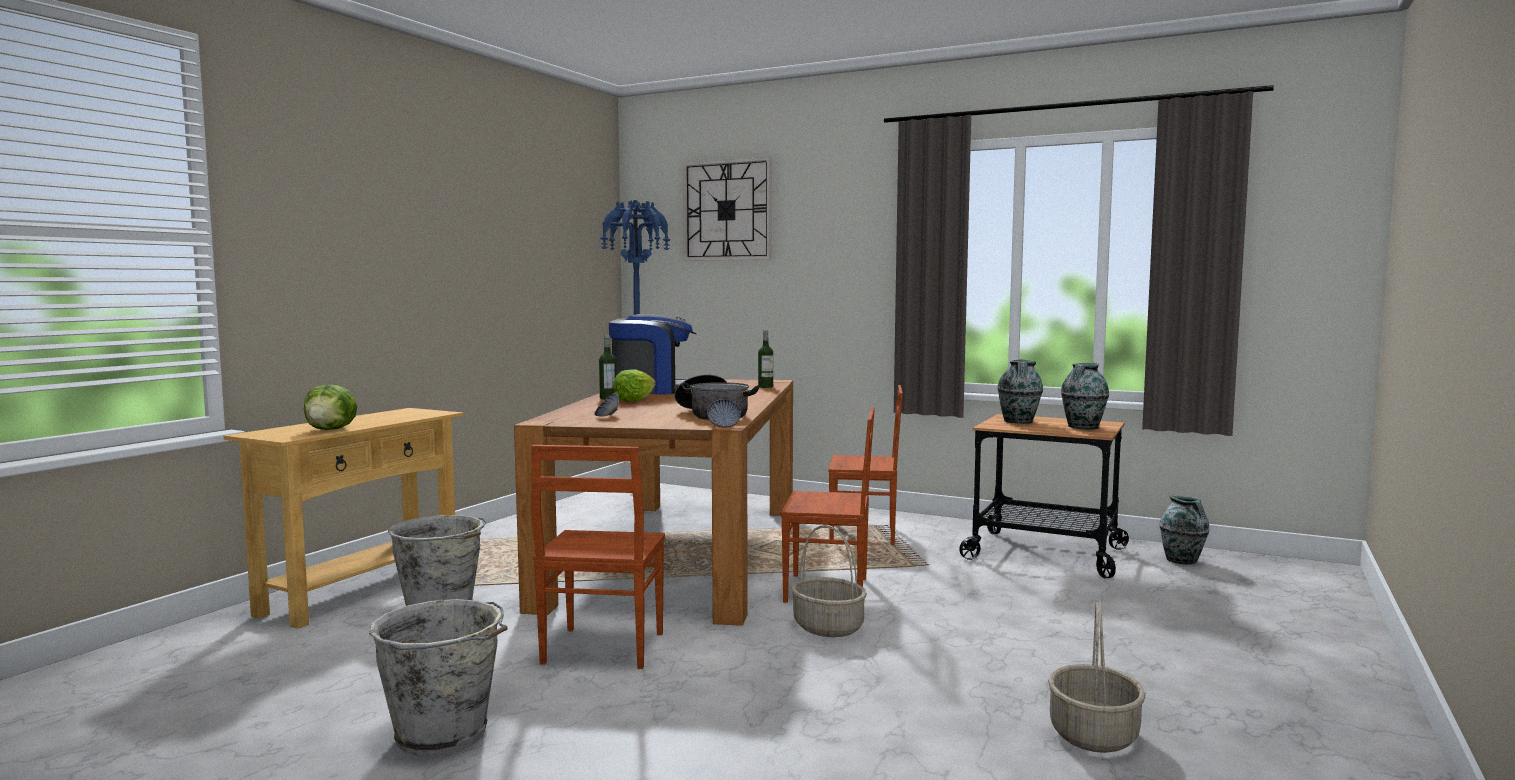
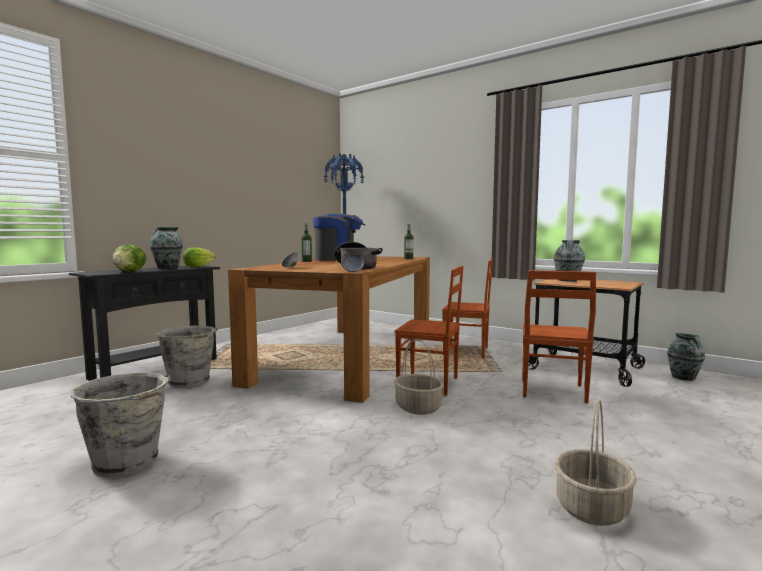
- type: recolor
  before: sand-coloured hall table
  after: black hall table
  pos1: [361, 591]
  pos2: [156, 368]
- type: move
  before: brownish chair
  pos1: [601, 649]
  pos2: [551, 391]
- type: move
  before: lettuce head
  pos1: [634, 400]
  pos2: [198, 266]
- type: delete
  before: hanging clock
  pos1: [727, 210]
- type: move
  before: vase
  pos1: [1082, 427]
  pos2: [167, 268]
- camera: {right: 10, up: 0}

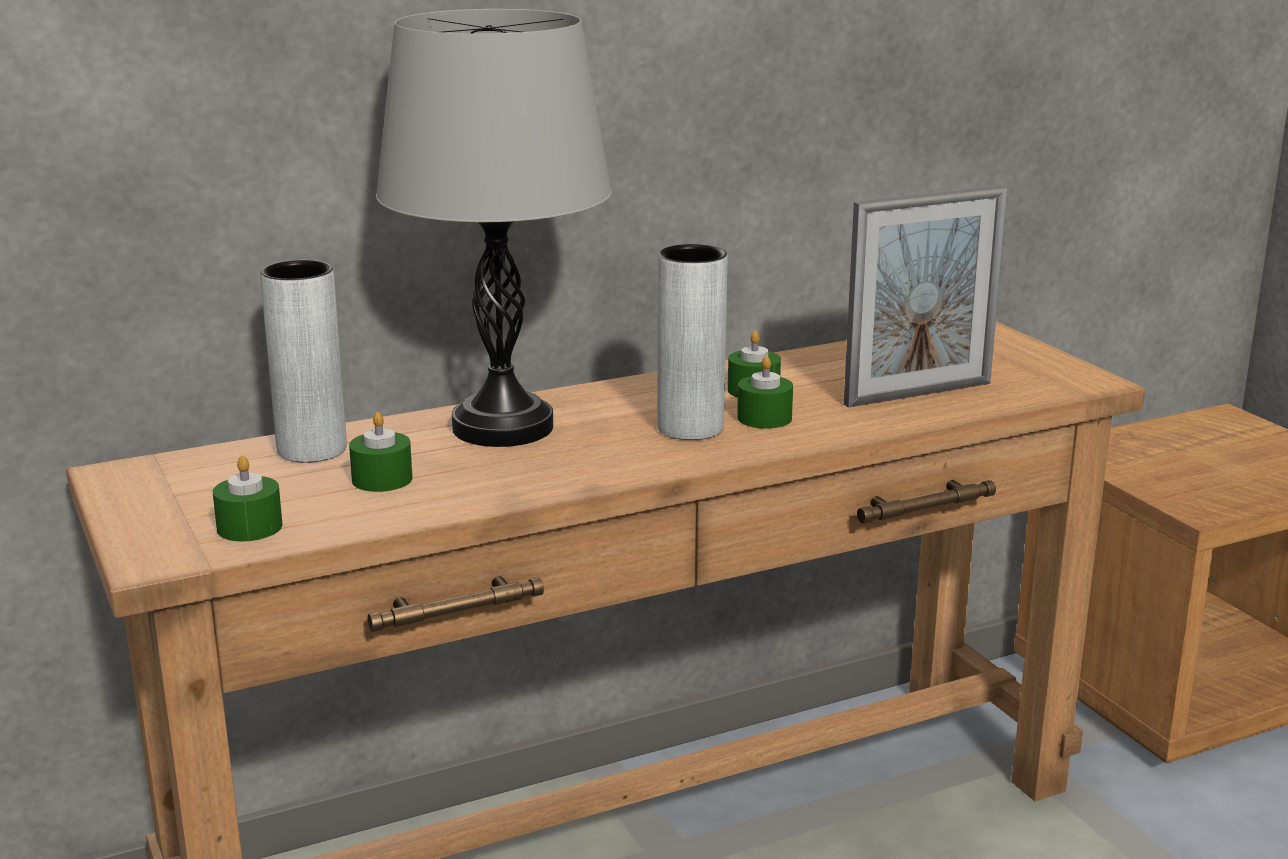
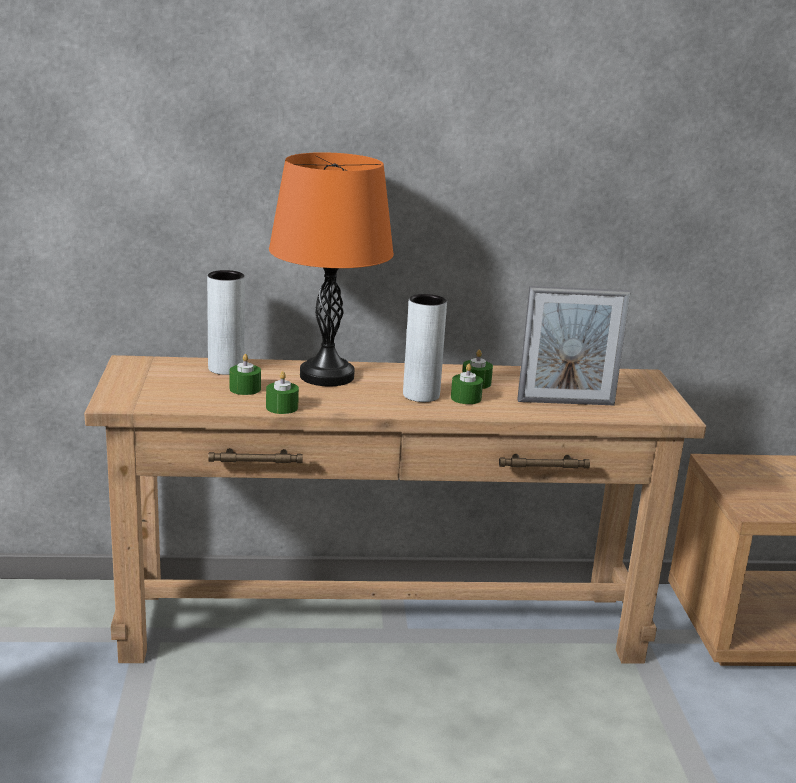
- type: move
  before: green wax candle
  pos1: [249, 527]
  pos2: [282, 407]
- type: recolor
  before: grey table lamp
  after: orange-coloured table lamp
  pos1: [503, 427]
  pos2: [327, 376]
- camera: {right: 20, up: 0}

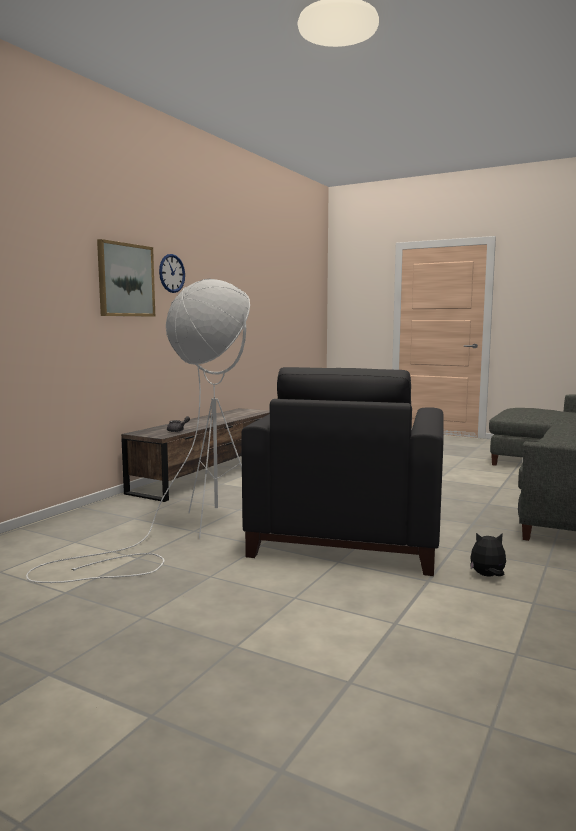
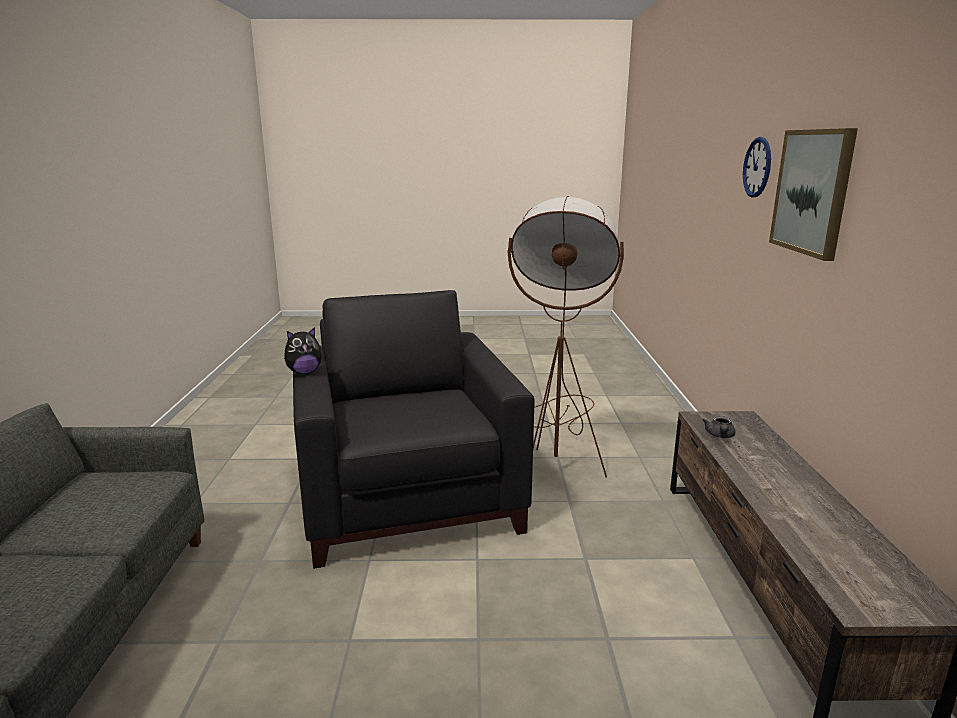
- type: recolor
  before: white-coloured floor lamp
  after: brownish floor lamp
  pos1: [188, 533]
  pos2: [557, 453]
- type: move
  before: hanging clock
  pos1: [171, 273]
  pos2: [757, 167]
- type: move
  before: soft toy
  pos1: [487, 576]
  pos2: [304, 372]
- camera: {right: 150, up: 10}

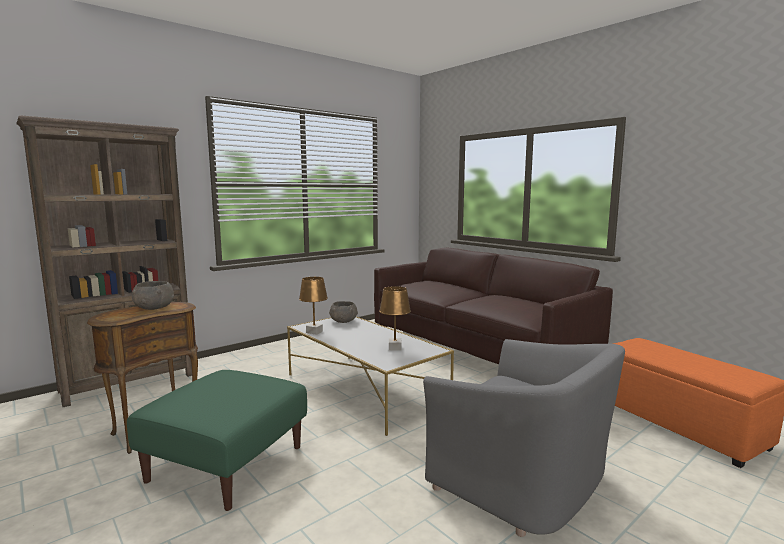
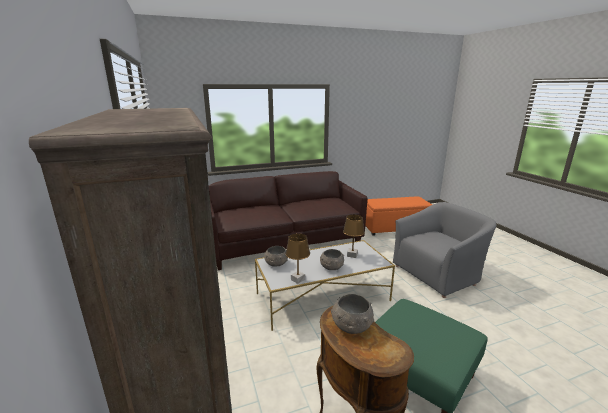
- type: insert
  after: grey bowl
  pos2: [331, 267]
- camera: {right: -70, up: 10}

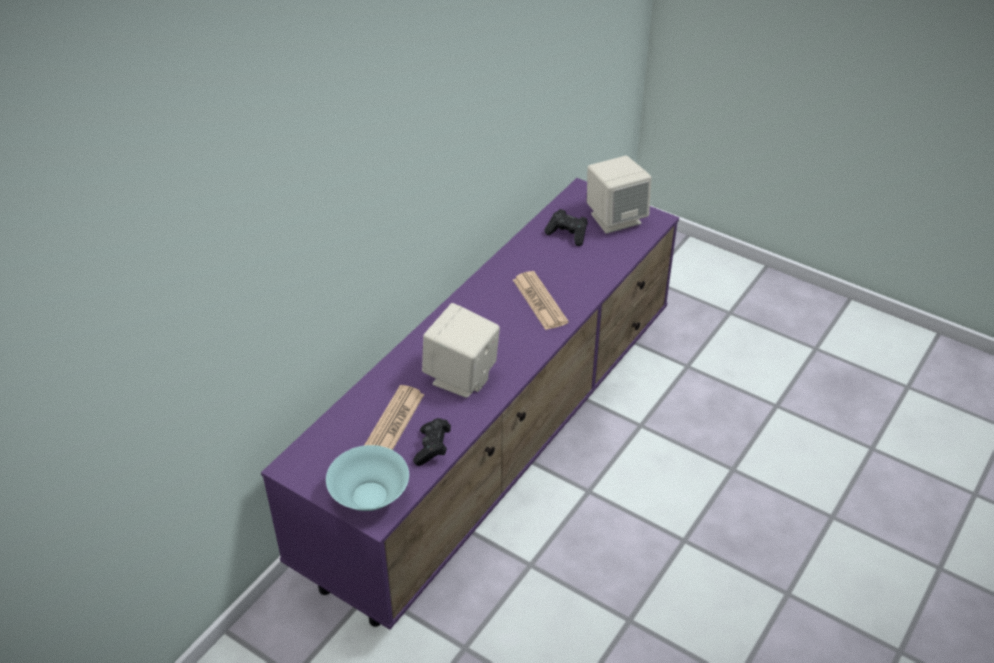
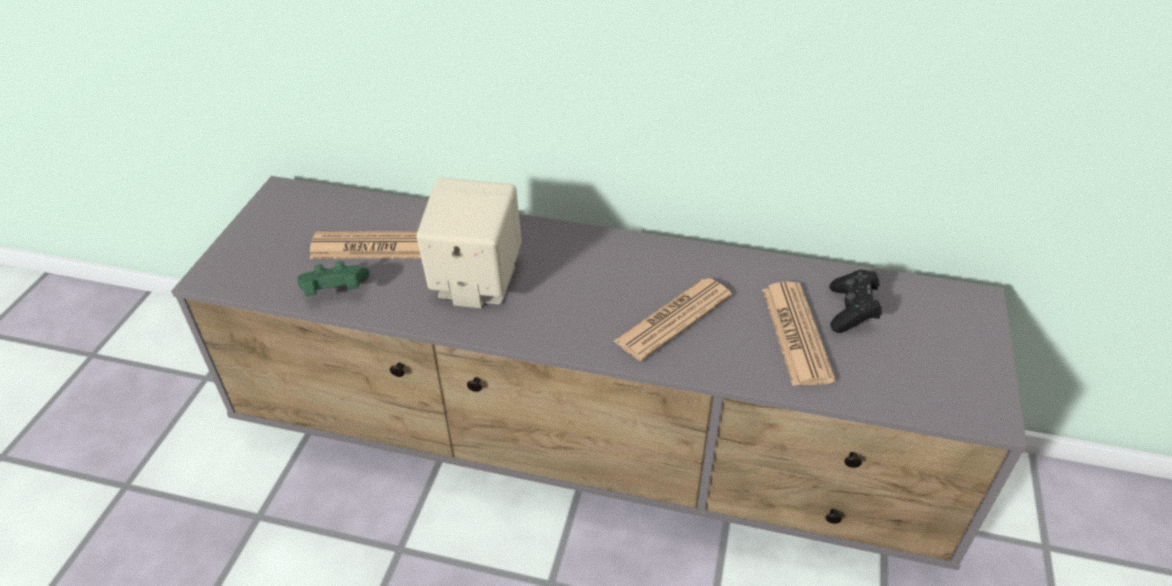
- type: recolor
  before: purplish media console
  after: grey media console
  pos1: [498, 444]
  pos2: [591, 451]
- type: delete
  before: turquoise-coloured bowl
  pos1: [369, 495]
- type: recolor
  before: black joypad
  after: green joypad
  pos1: [432, 448]
  pos2: [335, 291]
- type: delete
  before: sand-coloured audio speaker
  pos1: [615, 218]
- type: insert
  after: newspaper
  pos2: [796, 334]
- camera: {right: 70, up: 0}

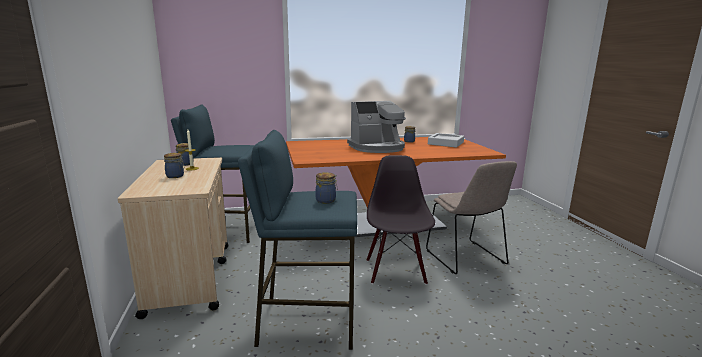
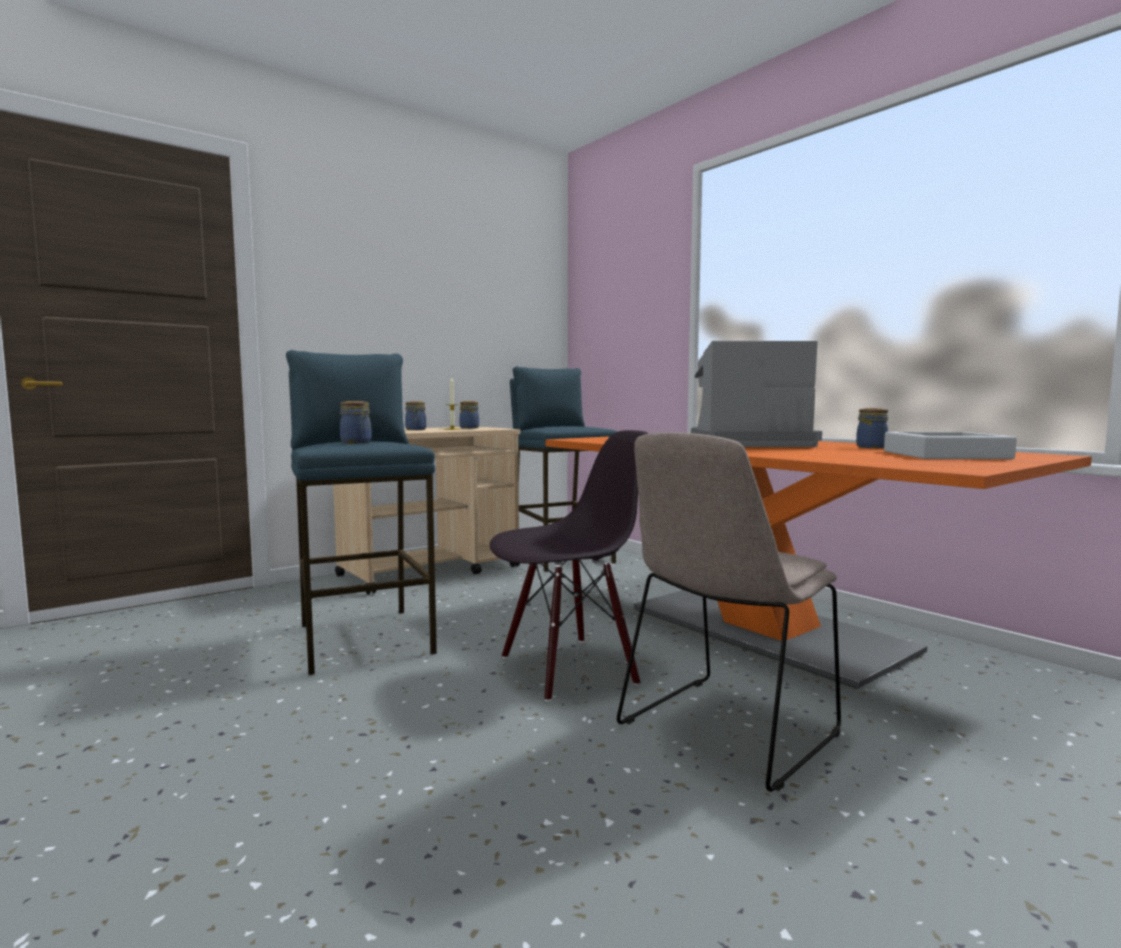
- type: rotate
  before: coffee maker
  pos1: [377, 147]
  pos2: [748, 444]
  turn: 135
- camera: {right: 65, up: -10}

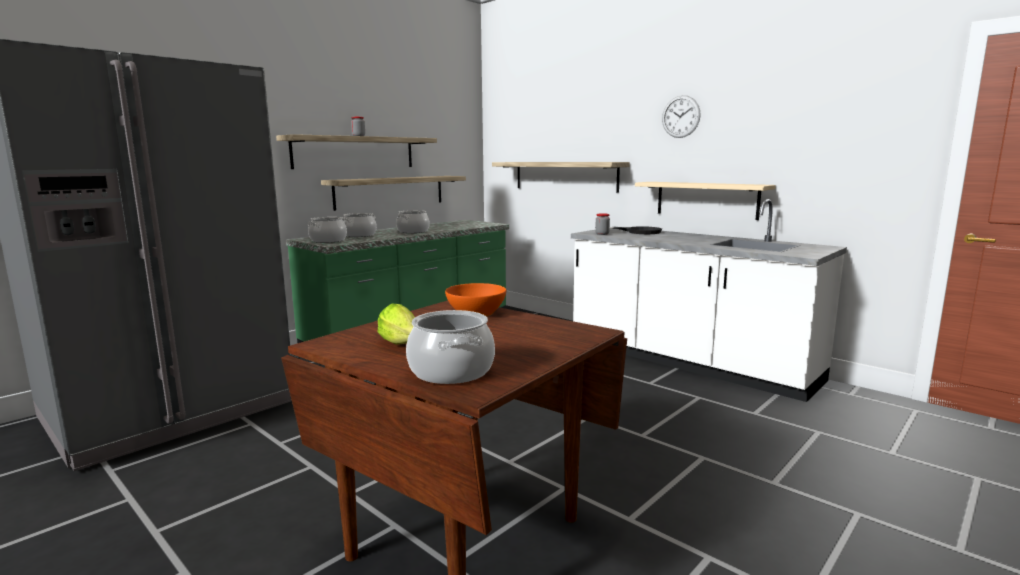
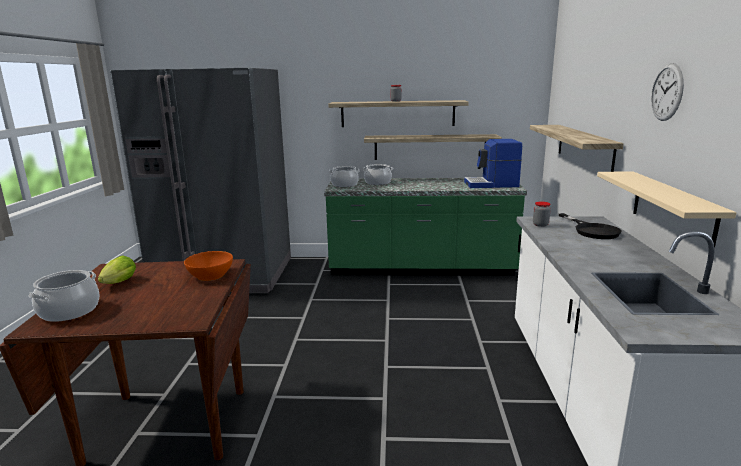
- type: delete
  before: stockpot
  pos1: [413, 231]
- type: insert
  after: coffee maker
  pos2: [491, 185]
- camera: {right: 50, up: 5}

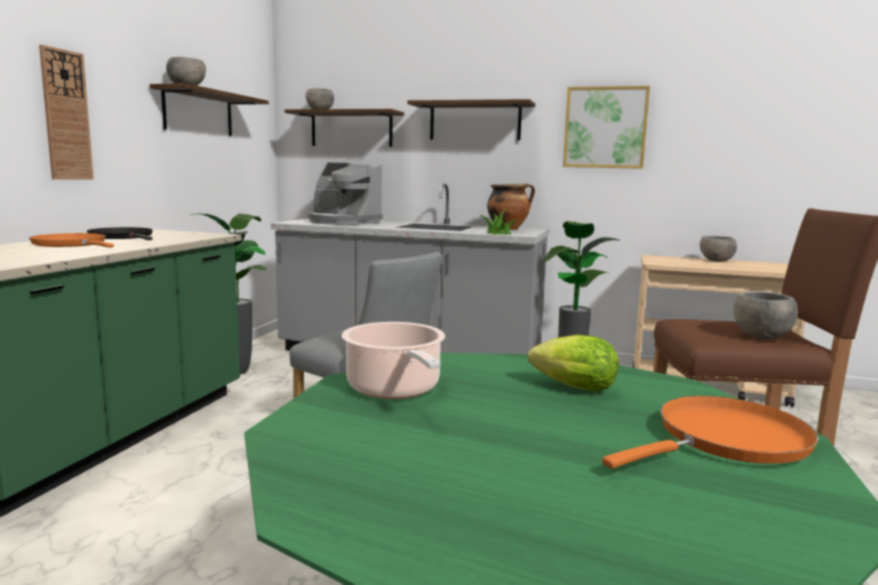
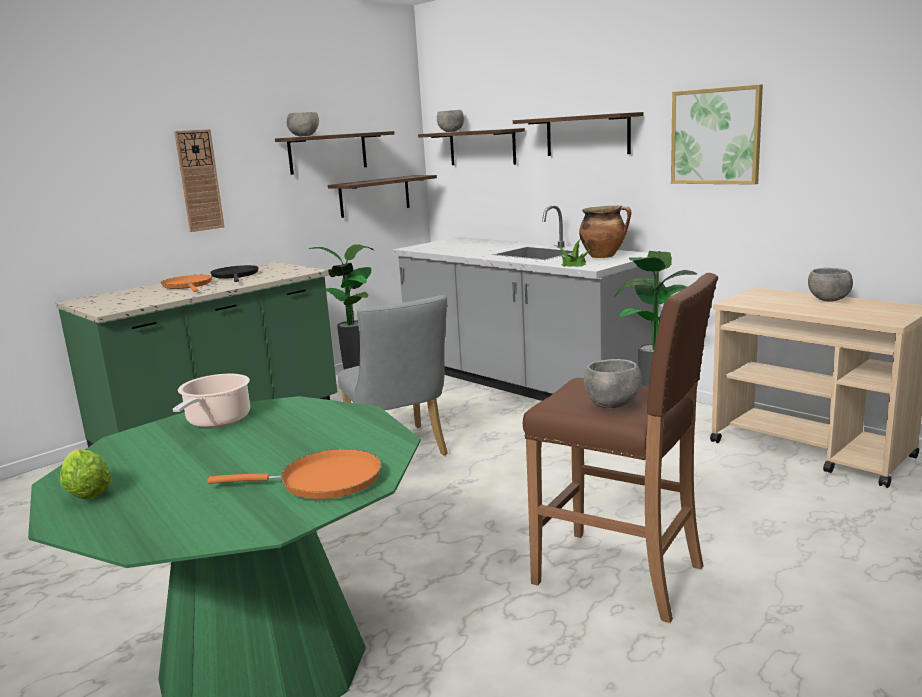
- type: delete
  before: coffee maker
  pos1: [343, 222]
- type: move
  before: lettuce head
  pos1: [569, 387]
  pos2: [86, 491]
- type: insert
  after: shelf
  pos2: [374, 196]
- camera: {right: 30, up: 5}

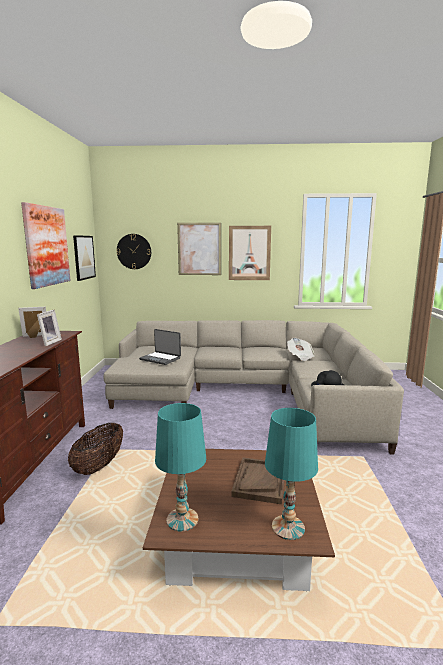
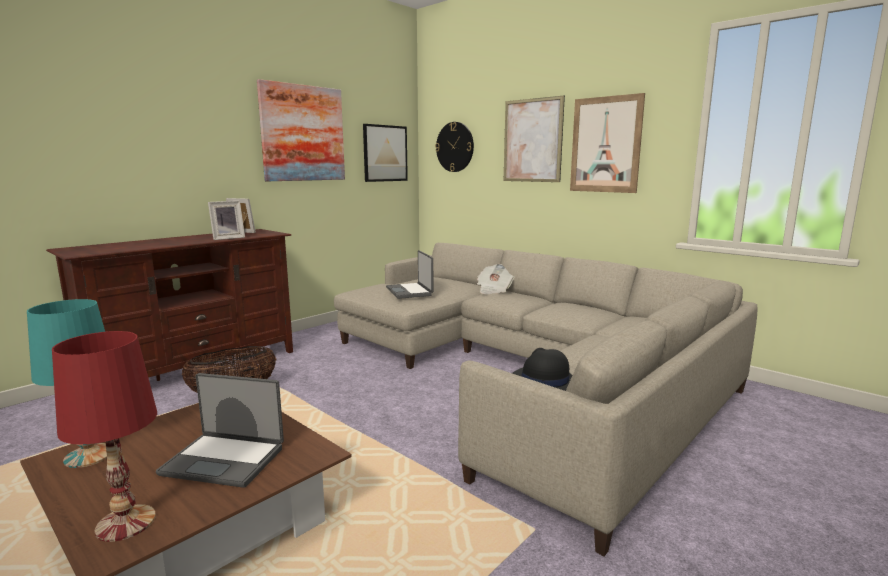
- type: replace
  before: brownish serving tray
  after: notebook computer
  pos1: [260, 481]
  pos2: [225, 460]
- type: recolor
  before: turquoise-coloured table lamp
  after: reddish table lamp
  pos1: [288, 528]
  pos2: [125, 523]
- type: move
  before: newspaper
  pos1: [300, 356]
  pos2: [494, 290]
- camera: {right: 40, up: 0}

